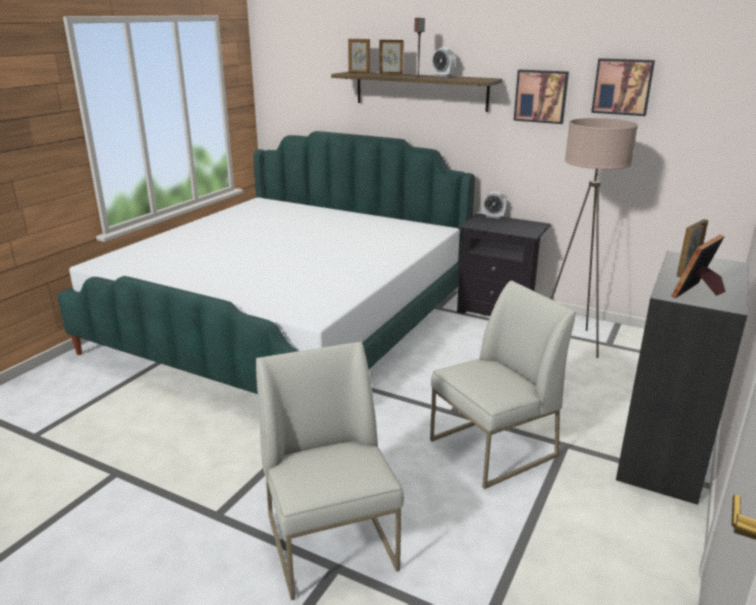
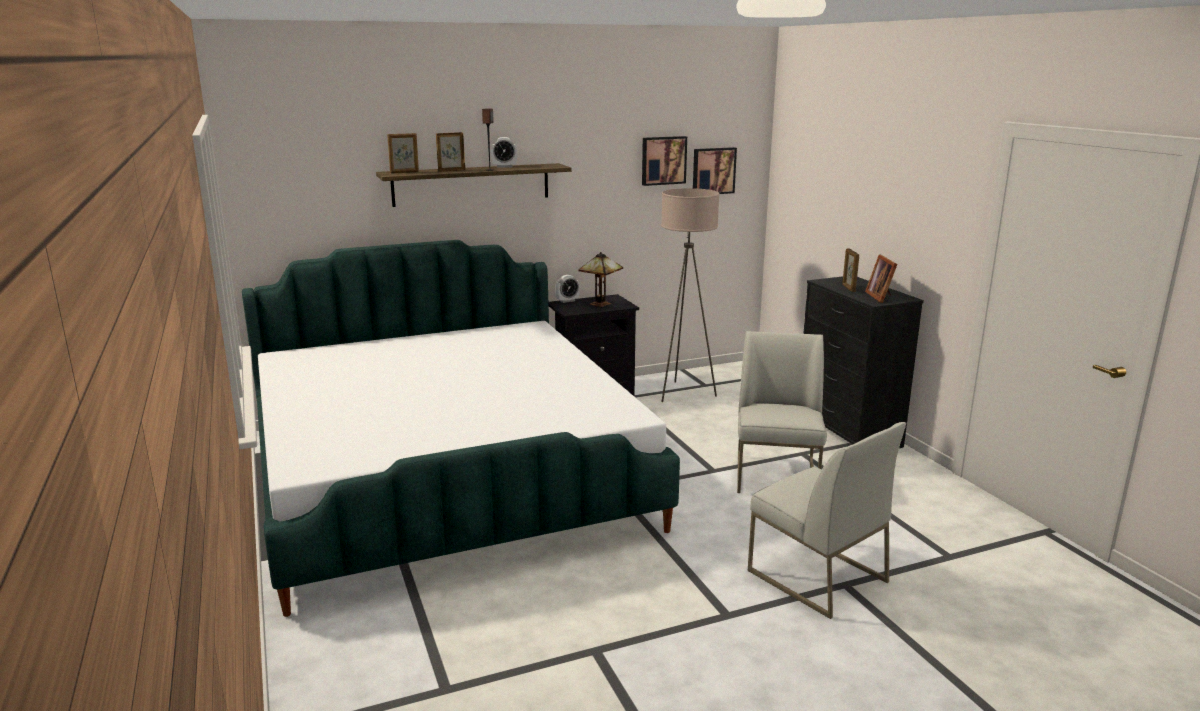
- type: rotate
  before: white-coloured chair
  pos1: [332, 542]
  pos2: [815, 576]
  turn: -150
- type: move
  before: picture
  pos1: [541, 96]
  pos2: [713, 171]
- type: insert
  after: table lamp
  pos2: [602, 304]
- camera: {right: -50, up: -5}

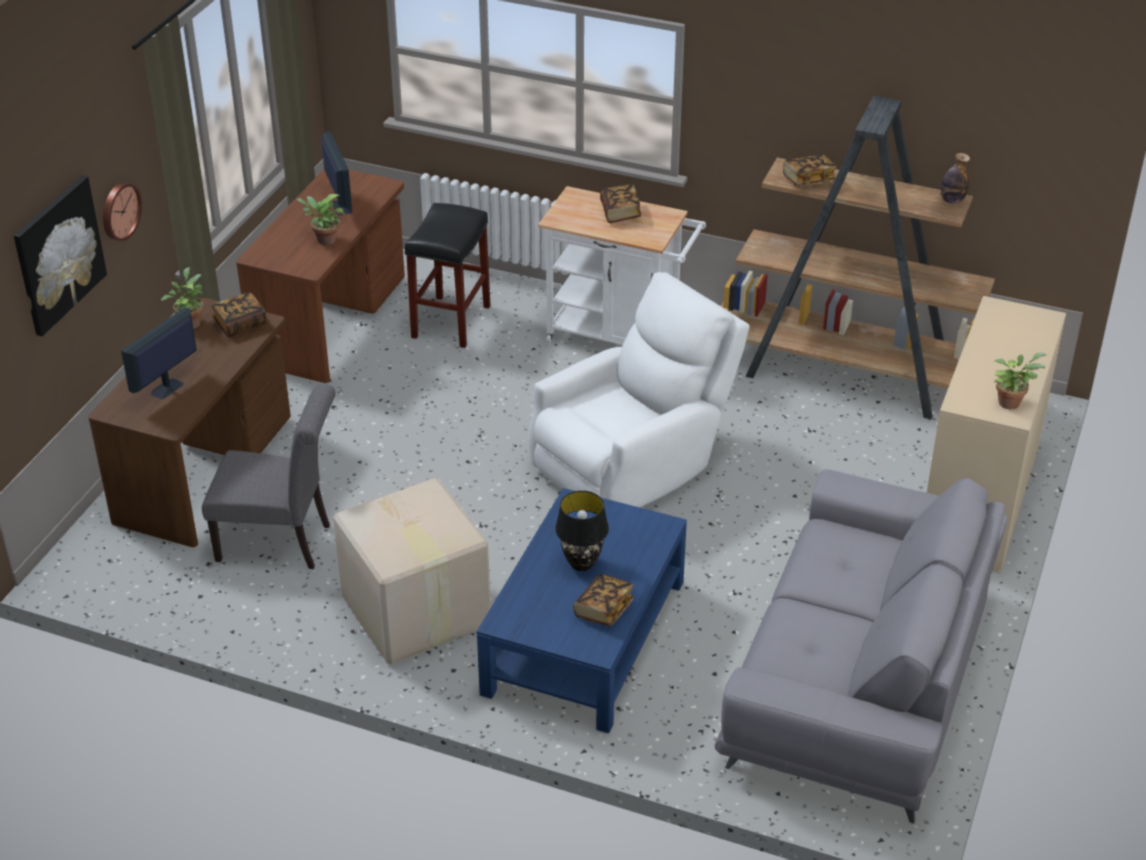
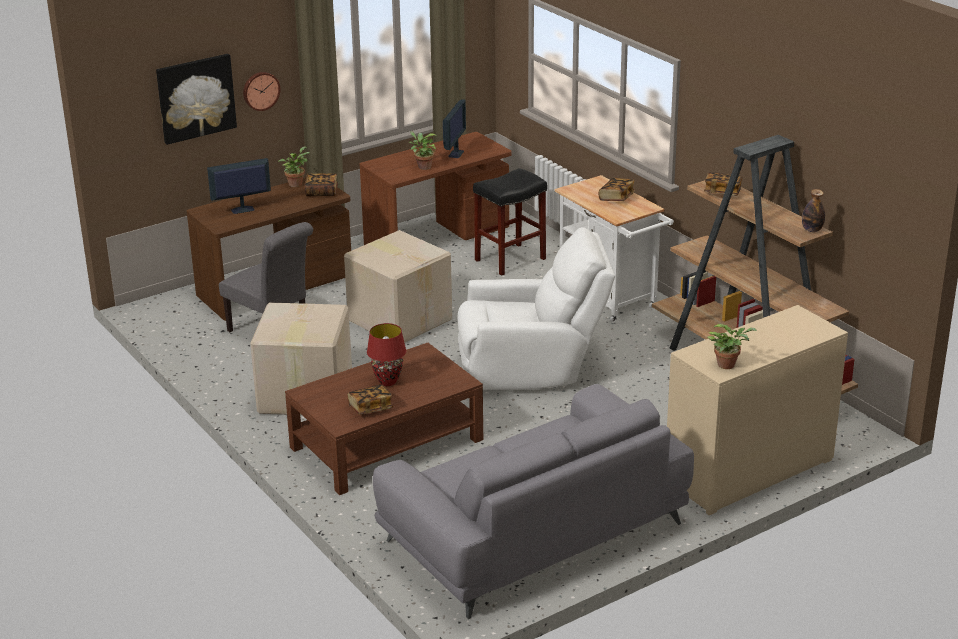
- type: recolor
  before: blue-coloured low table
  after: brownish low table
  pos1: [584, 638]
  pos2: [386, 444]
- type: recolor
  before: black table lamp
  after: reddish table lamp
  pos1: [582, 563]
  pos2: [388, 382]
- type: insert
  after: cardboard box
  pos2: [400, 319]
- camera: {right: 35, up: -10}

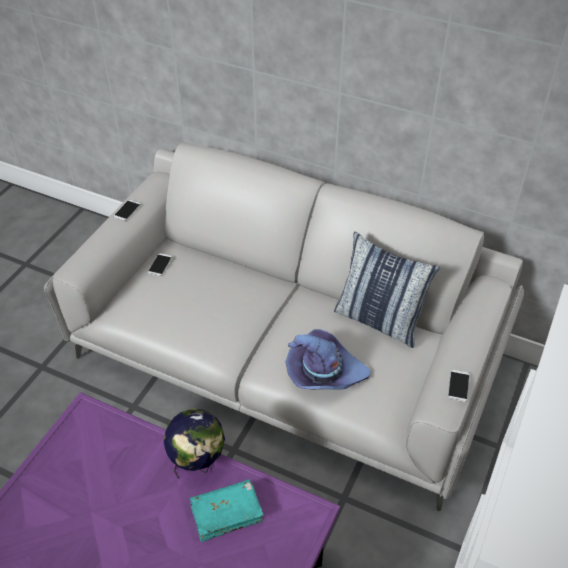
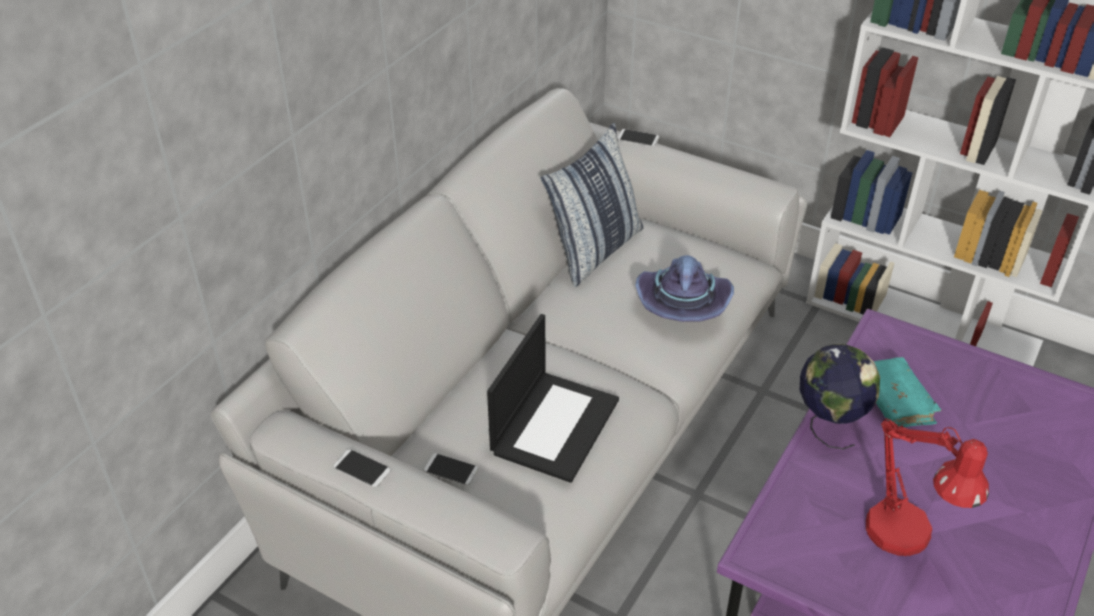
- type: move
  before: phone
  pos1: [458, 386]
  pos2: [638, 138]
- type: insert
  after: notebook computer
  pos2: [554, 425]
- type: insert
  after: reddish table lamp
  pos2: [907, 540]
- camera: {right: -85, up: -5}

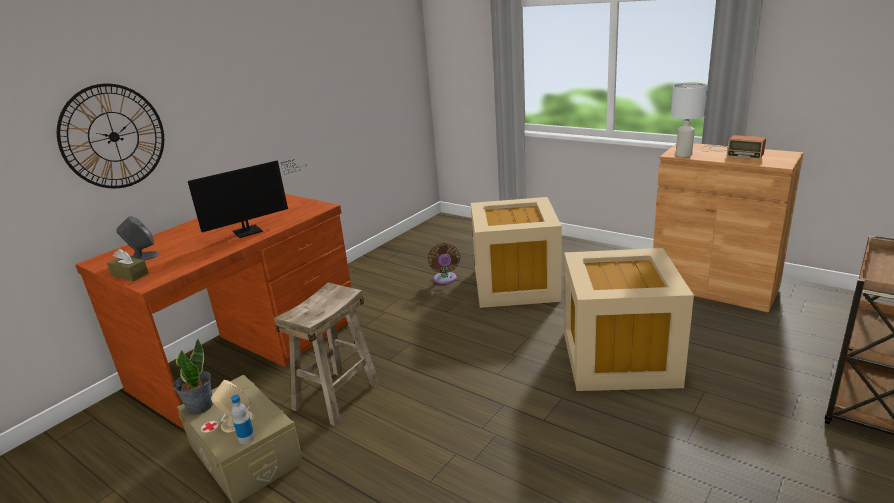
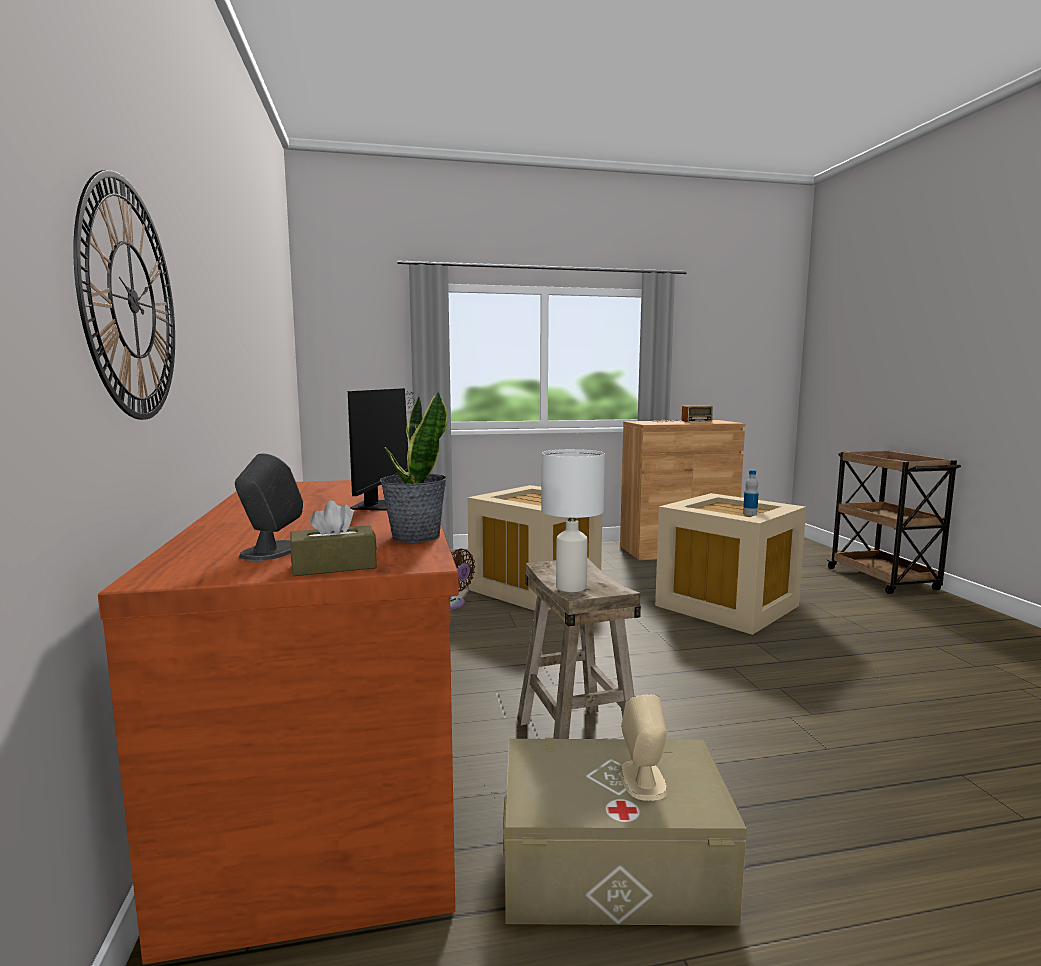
- type: move
  before: potted plant
  pos1: [200, 406]
  pos2: [415, 537]
- type: move
  before: drink bottle
  pos1: [246, 438]
  pos2: [750, 513]
- type: move
  before: white-coloured table lamp
  pos1: [683, 154]
  pos2: [570, 587]
- camera: {right: -50, up: -15}

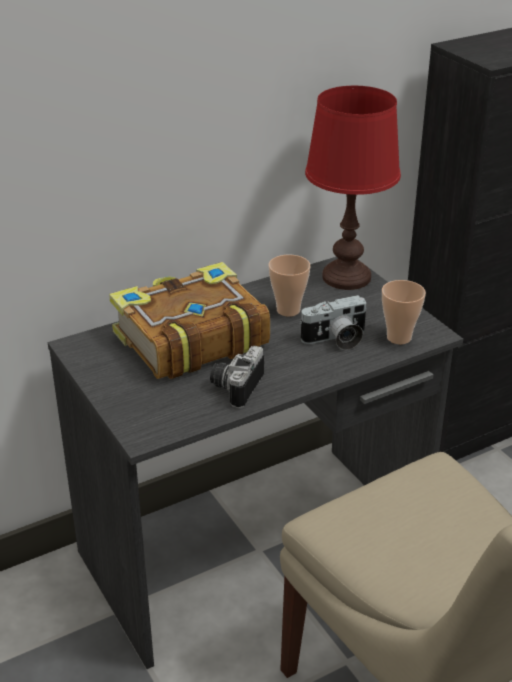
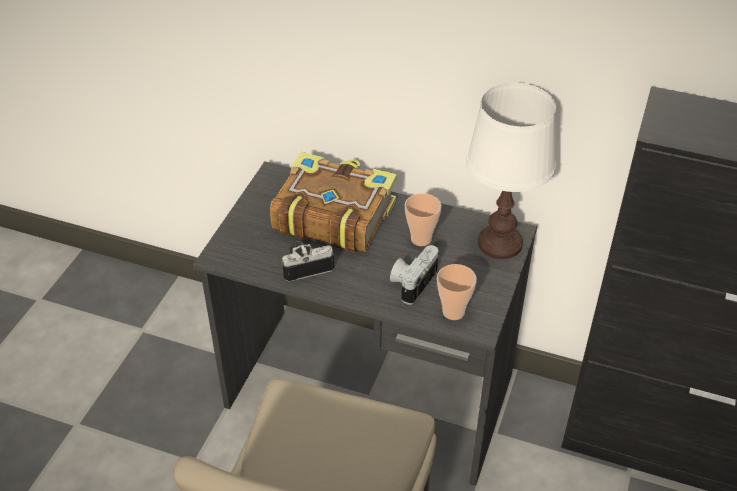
- type: rotate
  before: still camera
  pos1: [336, 340]
  pos2: [412, 282]
  turn: 90
- type: recolor
  before: reddish table lamp
  after: white-coloured table lamp
  pos1: [347, 277]
  pos2: [500, 244]
- camera: {right: 50, up: 10}

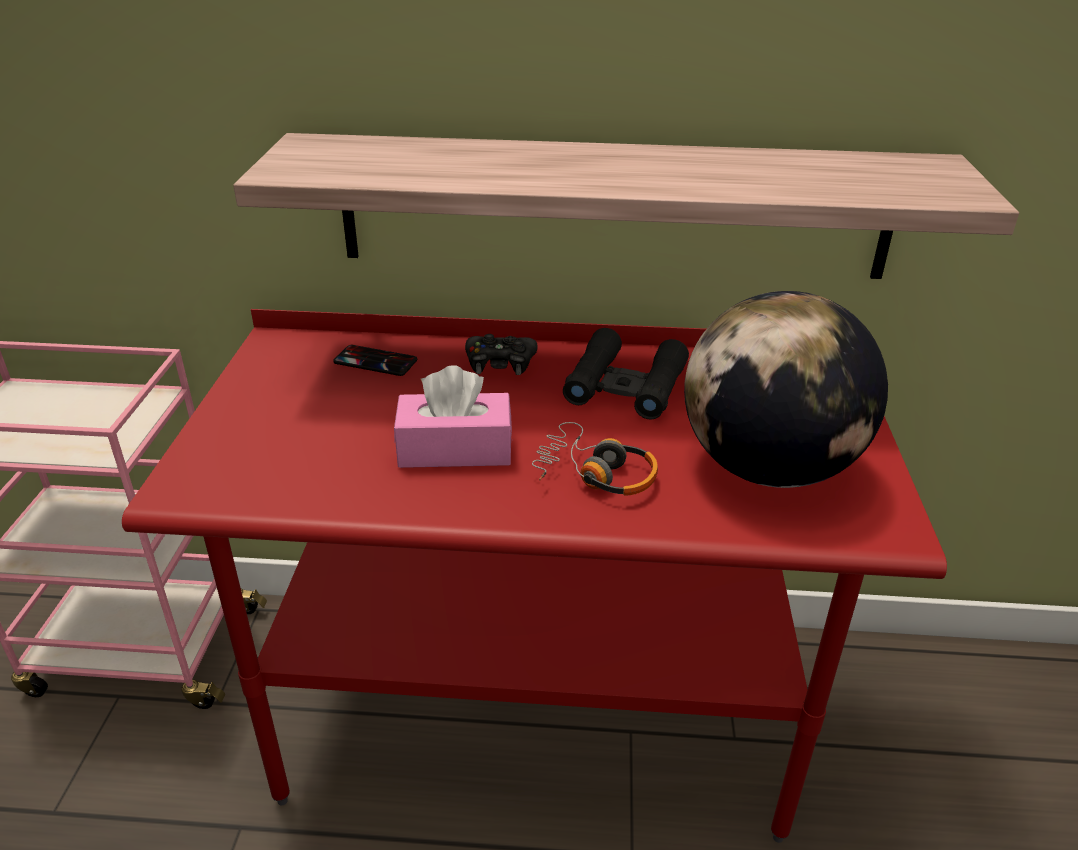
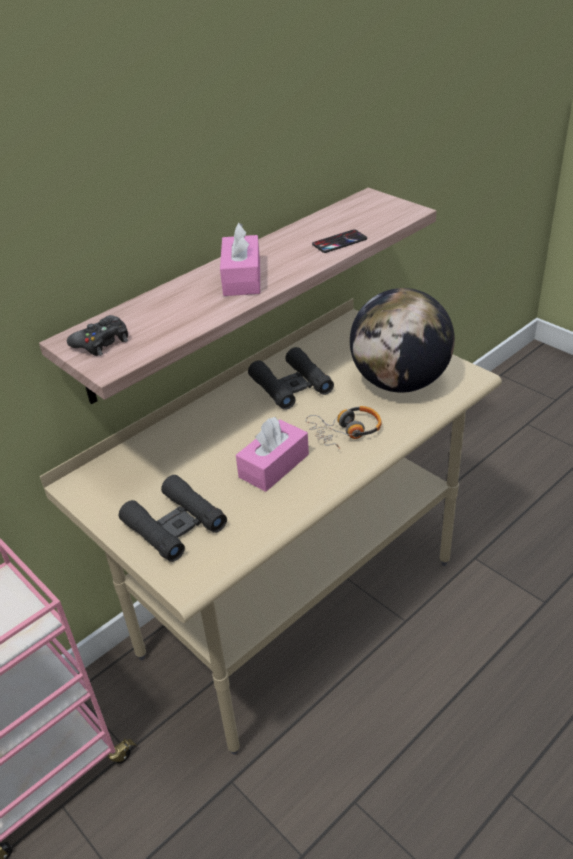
- type: recolor
  before: reddish desk
  after: sand-coloured desk
  pos1: [535, 720]
  pos2: [298, 608]
- type: move
  before: phone
  pos1: [375, 361]
  pos2: [339, 242]
- type: move
  before: black joypad
  pos1: [500, 363]
  pos2: [102, 342]
- type: insert
  after: black pair of binoculars
  pos2: [175, 525]
- type: insert
  after: pinkish tissue box
  pos2: [242, 278]
- camera: {right: -45, up: 5}

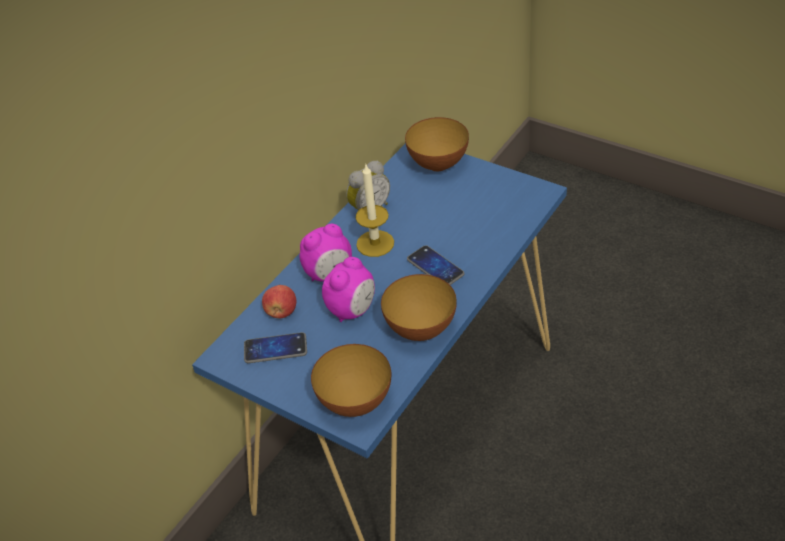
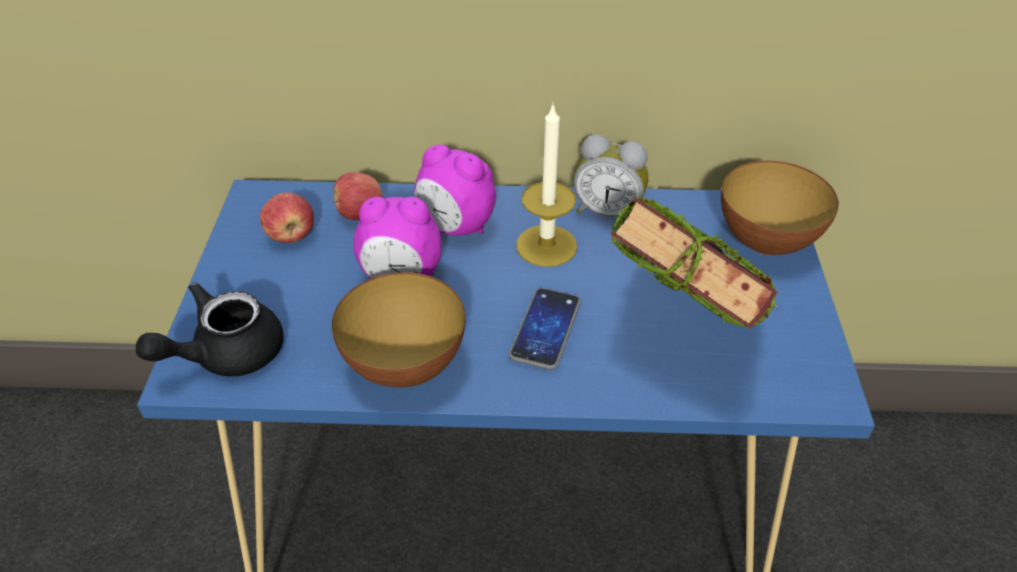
- type: replace
  before: phone
  after: apple fruit
  pos1: [275, 349]
  pos2: [291, 235]
- type: replace
  before: bowl
  after: black pot for tea
  pos1: [355, 402]
  pos2: [225, 353]
- type: insert
  after: book
  pos2: [681, 333]
- camera: {right: 55, up: 0}

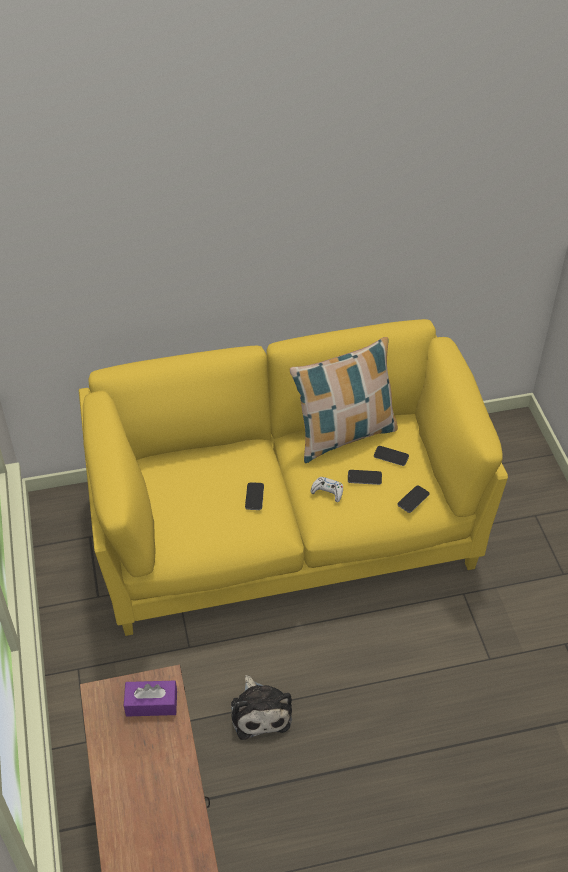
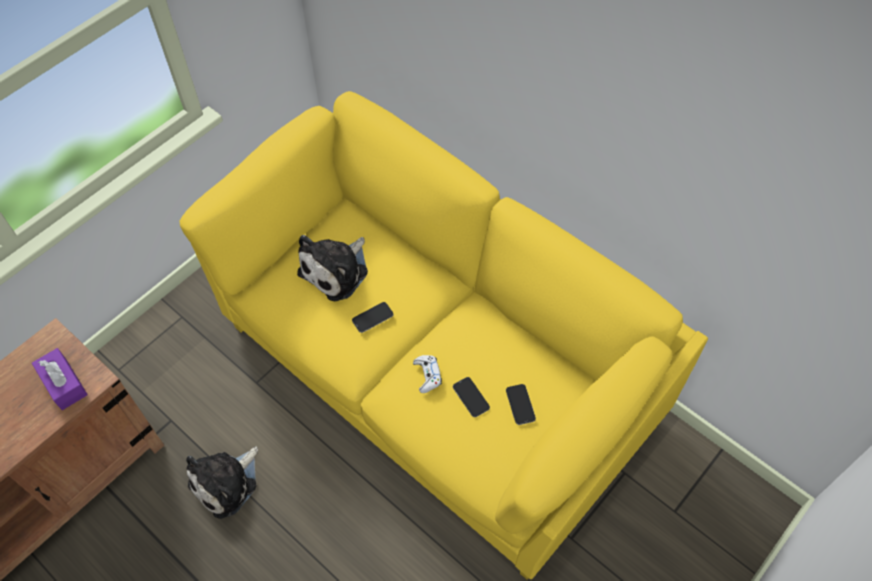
- type: delete
  before: throw pillow
  pos1: [344, 435]
- type: delete
  before: phone
  pos1: [413, 499]
- type: insert
  after: soft toy
  pos2: [337, 270]
- camera: {right: 55, up: 10}

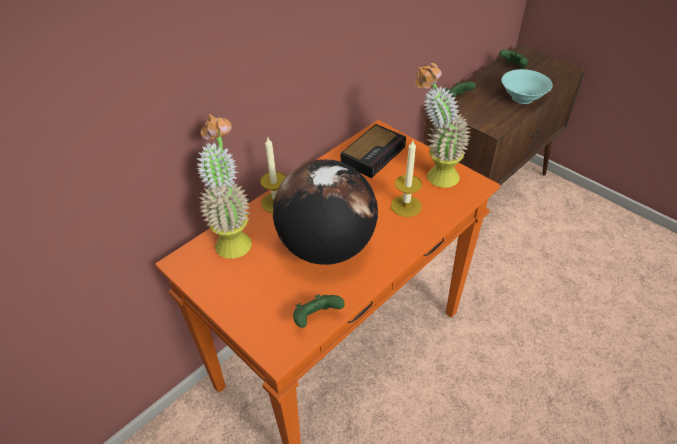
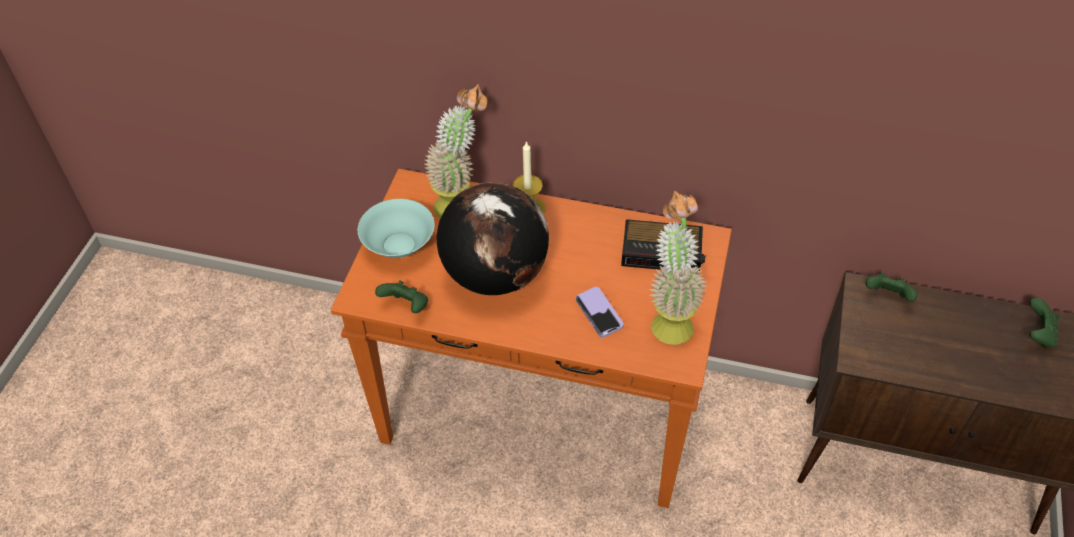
- type: replace
  before: wax candle
  after: phone
  pos1: [406, 206]
  pos2: [599, 313]
- type: move
  before: turquoise-coloured bowl
  pos1: [522, 97]
  pos2: [400, 245]
- camera: {right: 60, up: 5}

